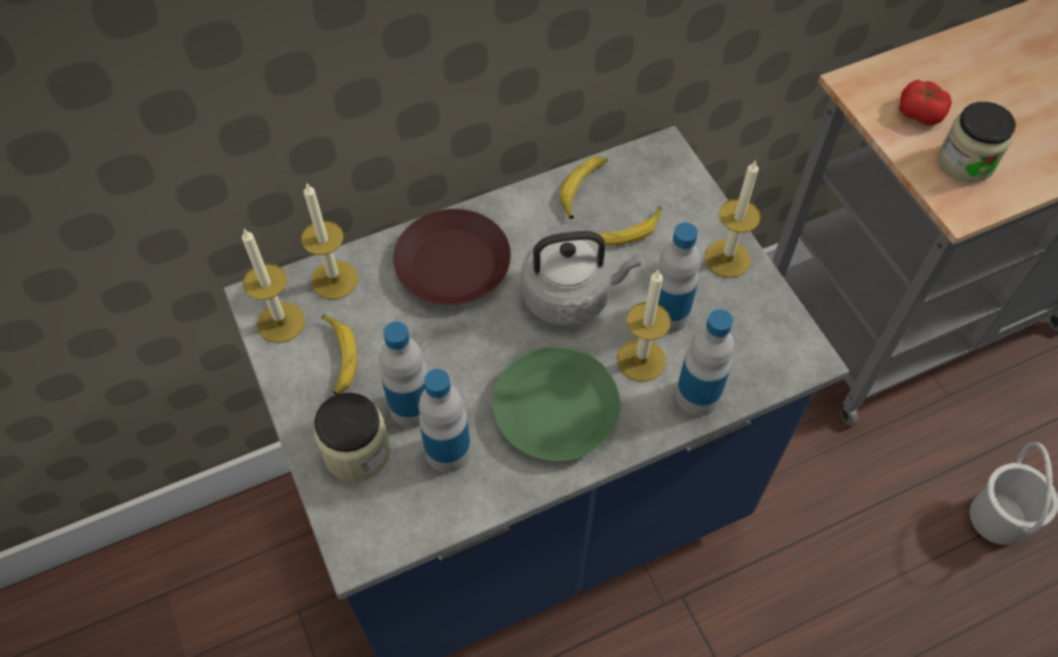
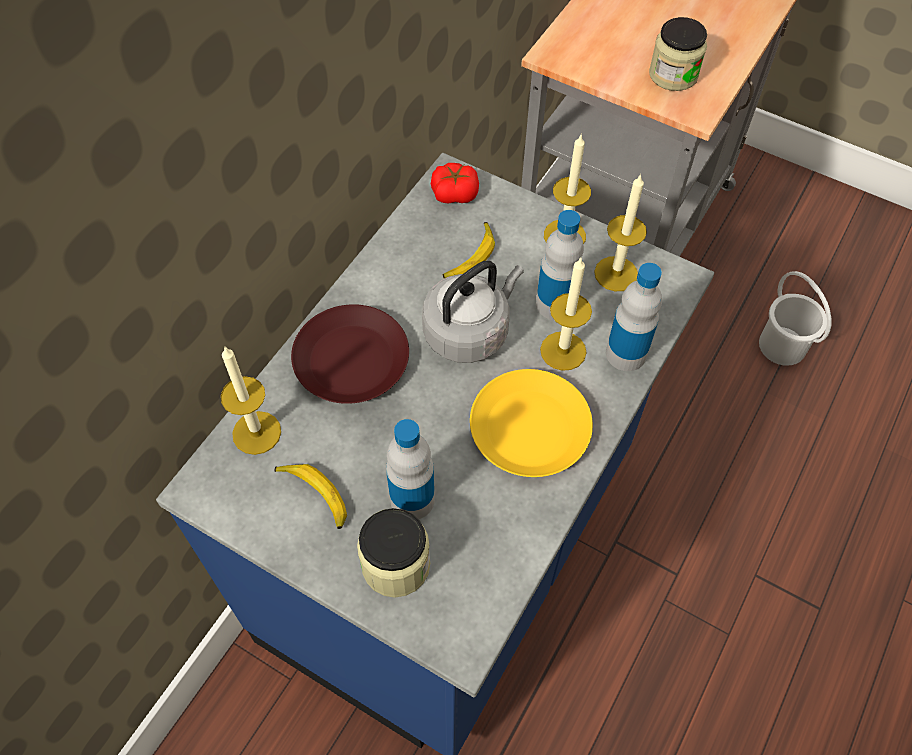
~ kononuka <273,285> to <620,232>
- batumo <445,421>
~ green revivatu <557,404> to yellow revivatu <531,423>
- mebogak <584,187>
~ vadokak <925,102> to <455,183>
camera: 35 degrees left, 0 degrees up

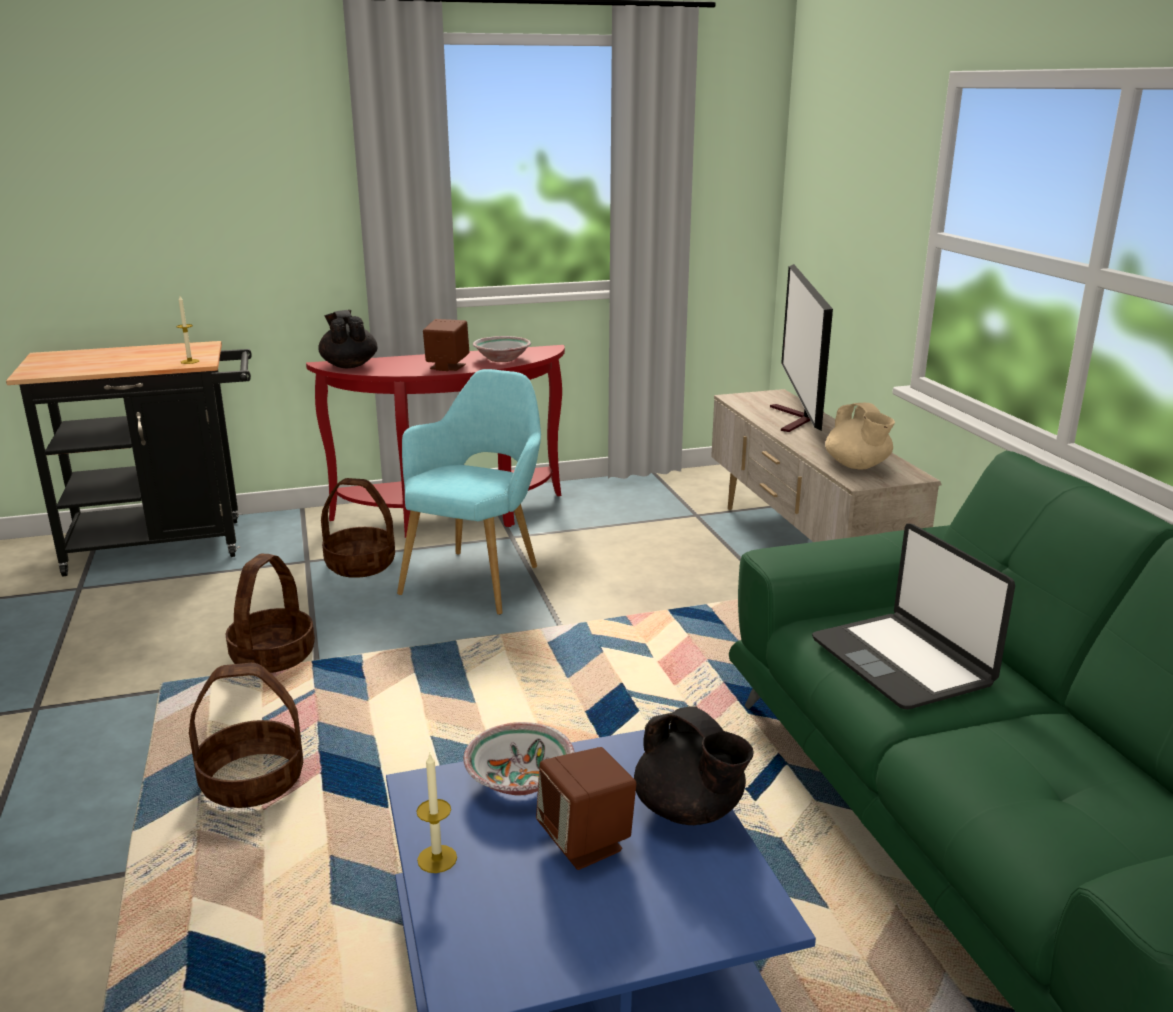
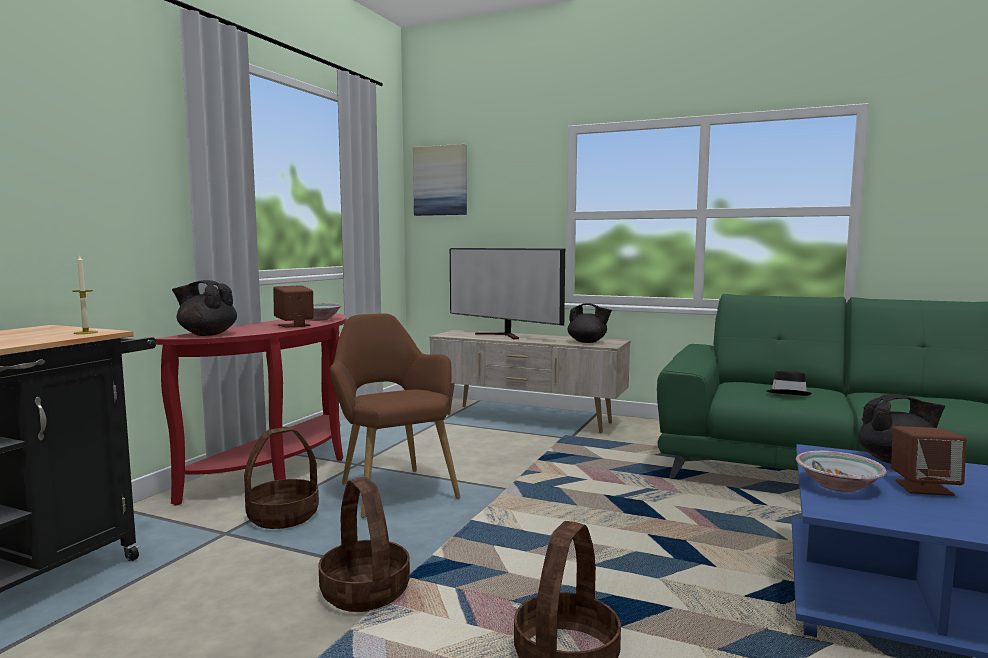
~ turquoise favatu <469,492> to brown favatu <395,415>
- kononuka <437,813>
~ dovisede <913,616> to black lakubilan <789,383>
~ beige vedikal <860,436> to black vedikal <589,323>
+ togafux <440,180>
camera: 50 degrees left, 15 degrees down

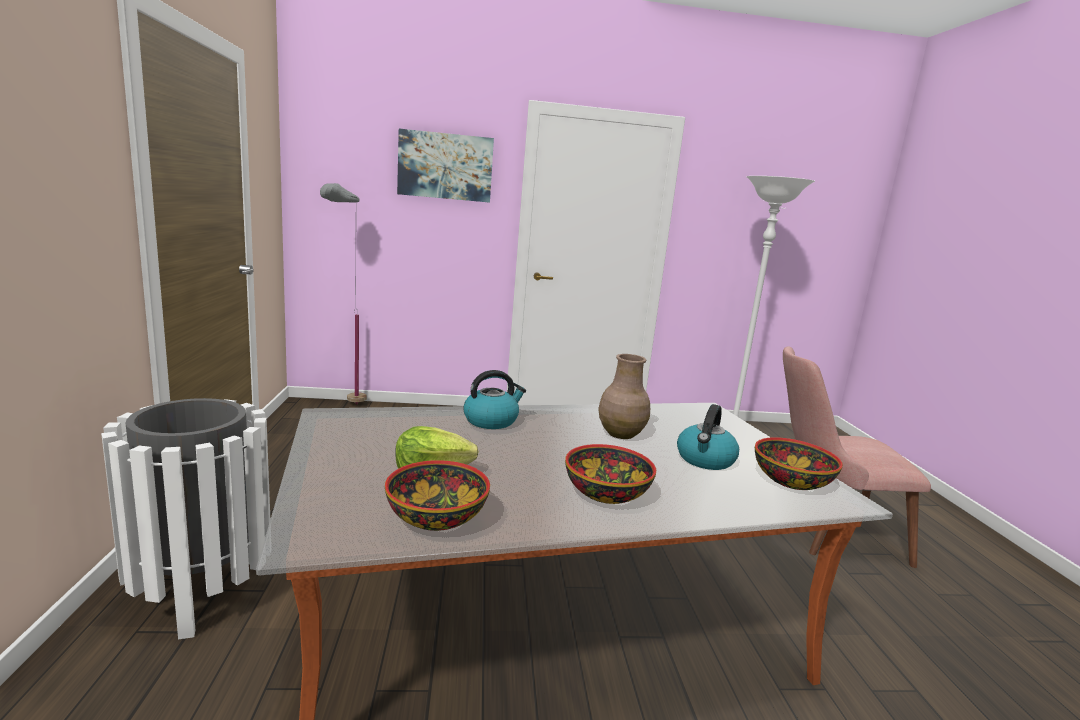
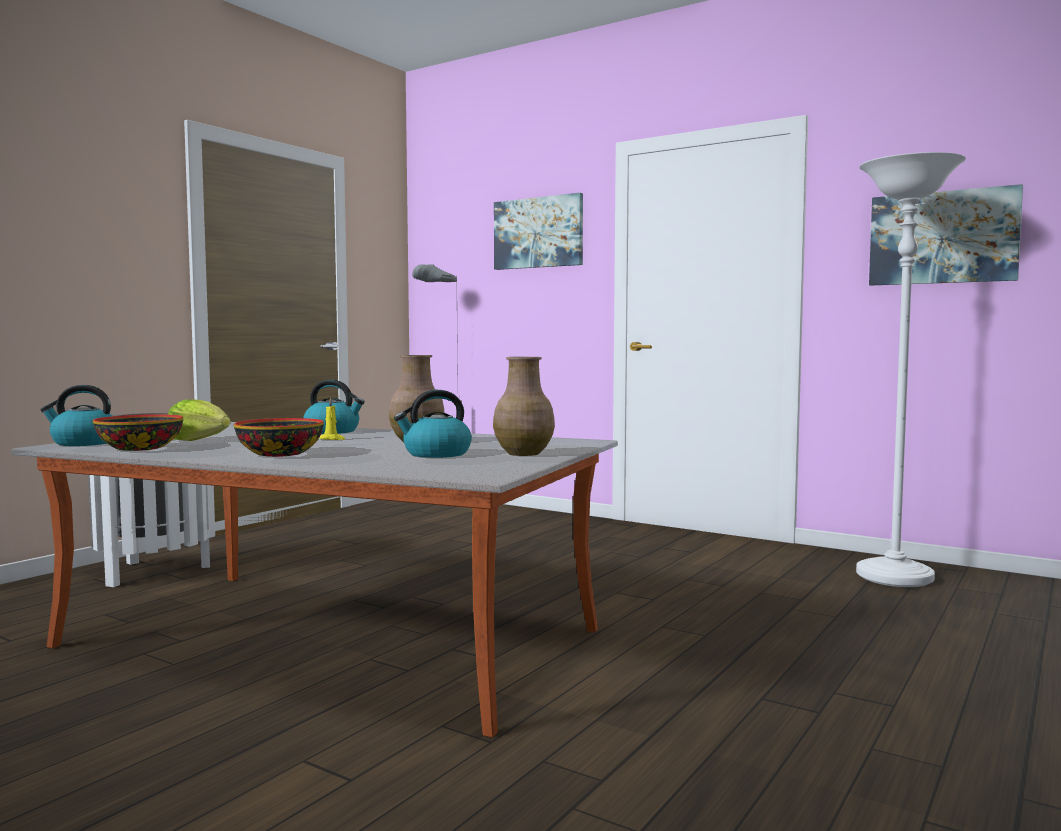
- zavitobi <799,463>
- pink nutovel <857,457>
+ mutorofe <76,415>
+ yellow kononuka <332,419>
+ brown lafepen <524,406>
+ togafux <946,234>
camera: 40 degrees right, 10 degrees down

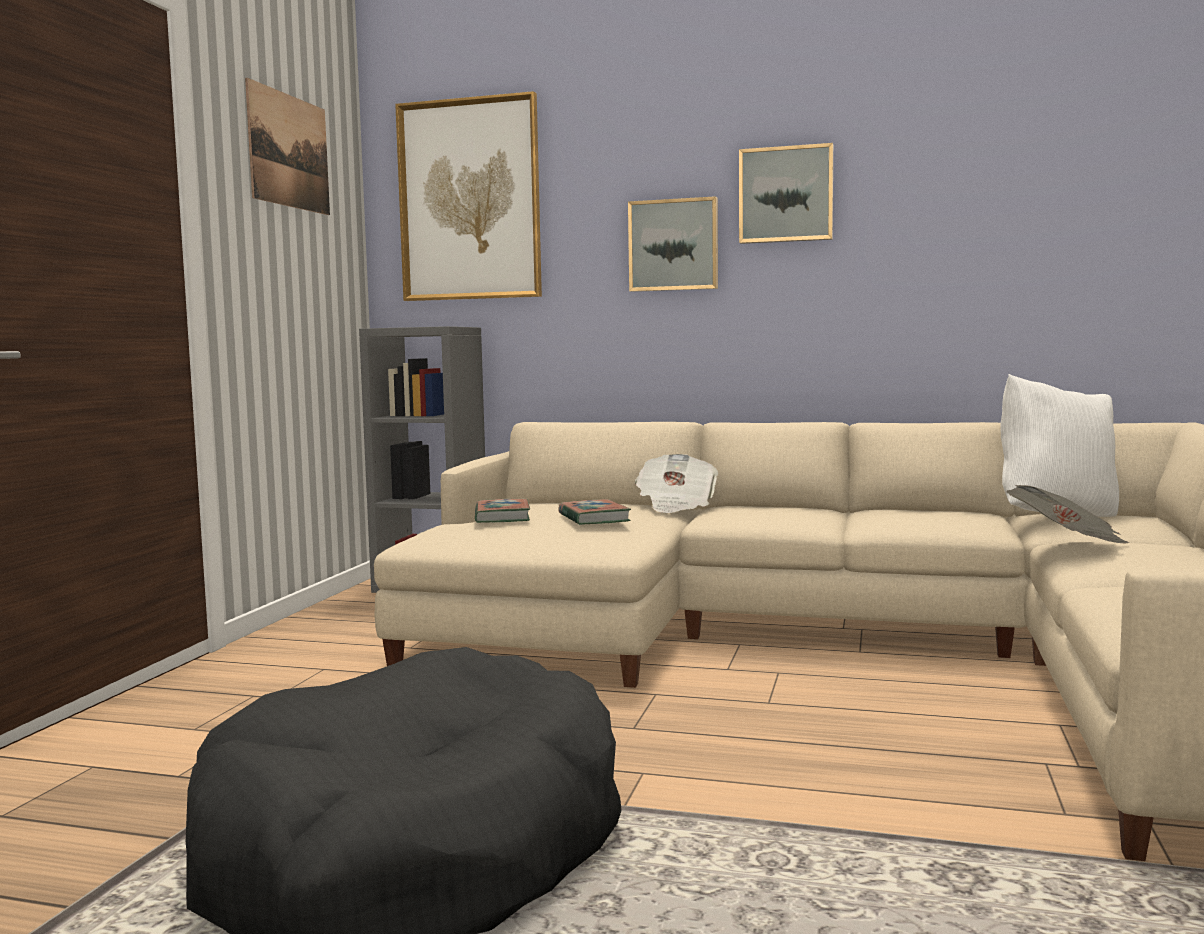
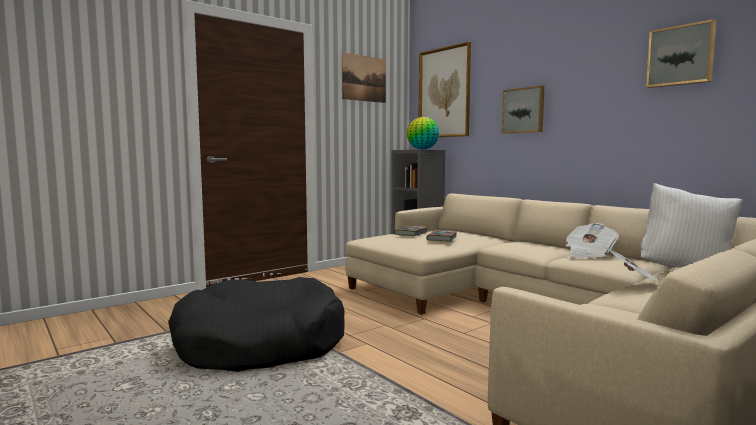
~ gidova <677,483> to <592,240>
~ togafux <786,193> to <681,53>
+ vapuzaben <423,133>
camera: 35 degrees right, 0 degrees up

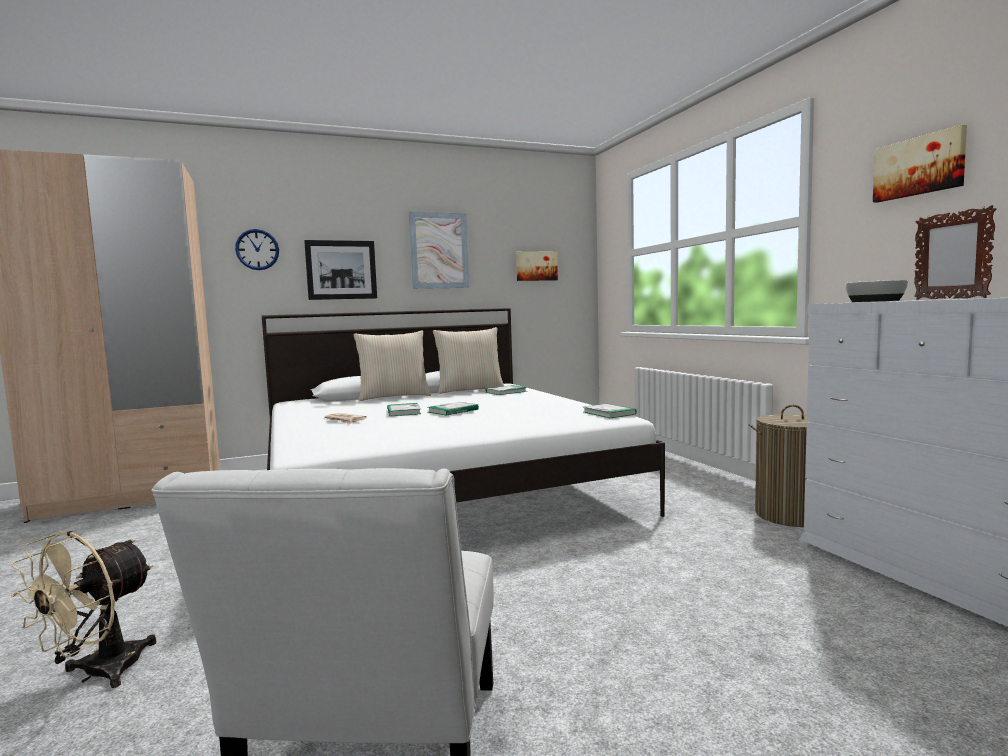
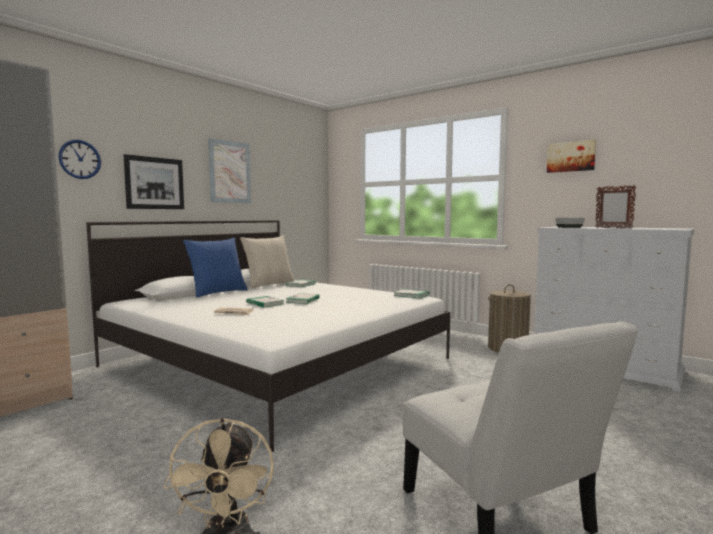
~ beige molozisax <392,366> to blue molozisax <215,267>
- togafux <537,266>
camera: 30 degrees left, 0 degrees up

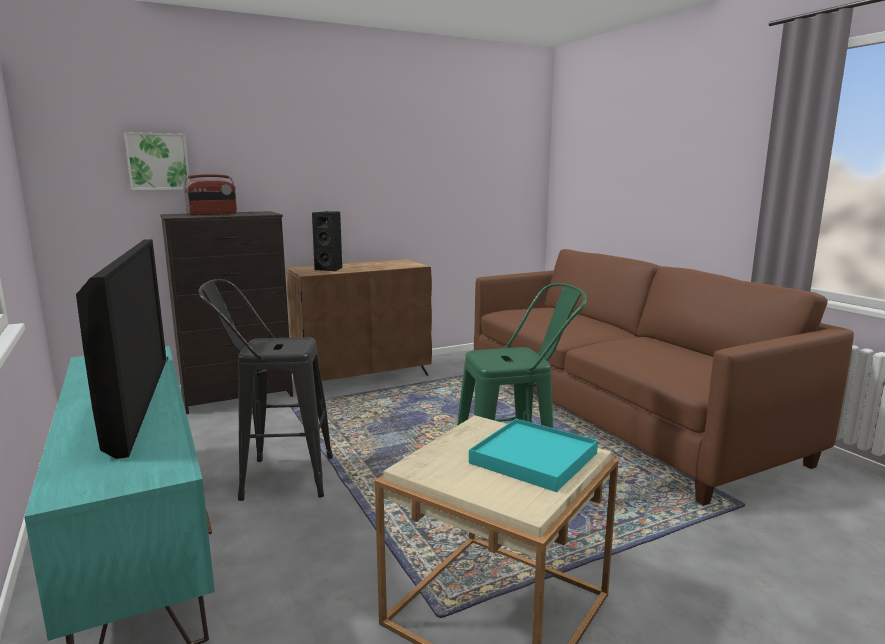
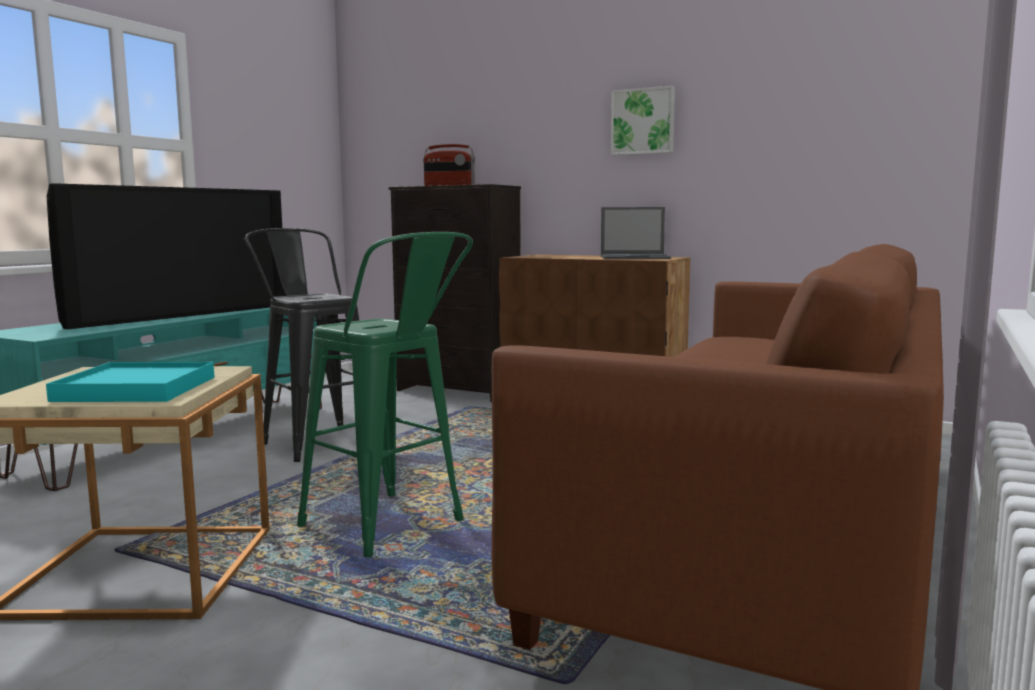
~ togafux <157,161> to <643,120>
- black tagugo <327,241>
+ dovisede <636,233>
camera: 55 degrees right, 5 degrees down

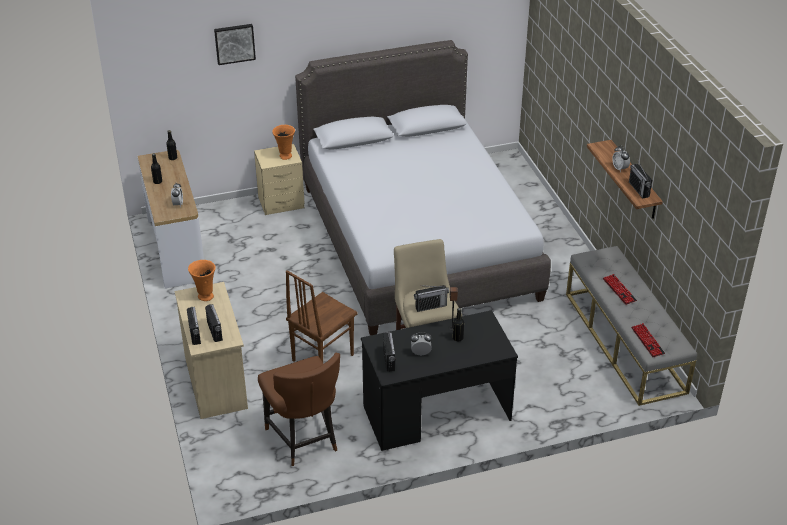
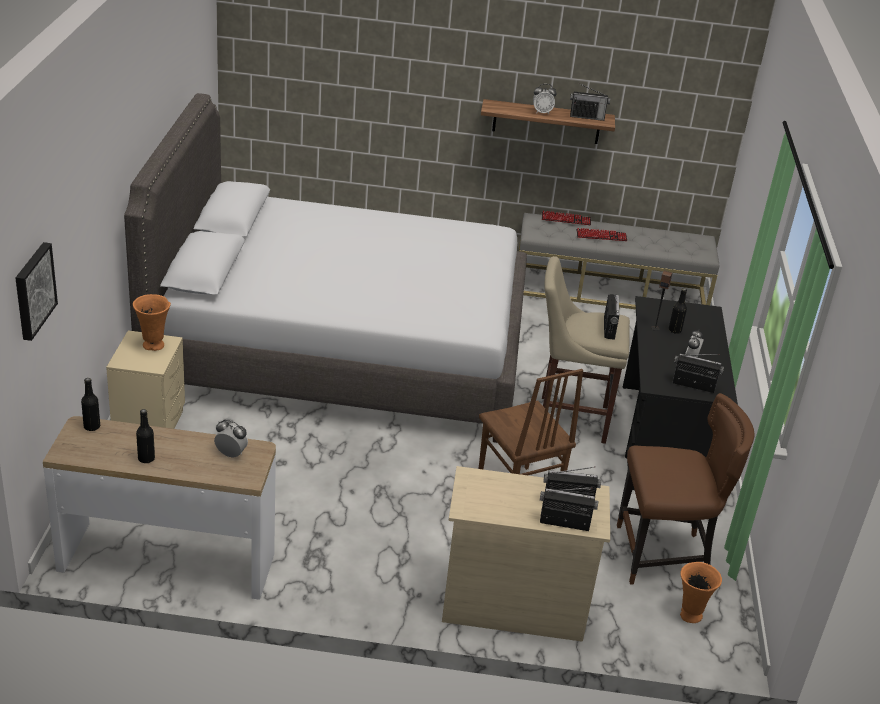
~ orange lafepen <202,280> to <701,592>
~ togafux <235,44> to <37,291>
~ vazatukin <648,340> to <566,218>
camera: 70 degrees left, 5 degrees down

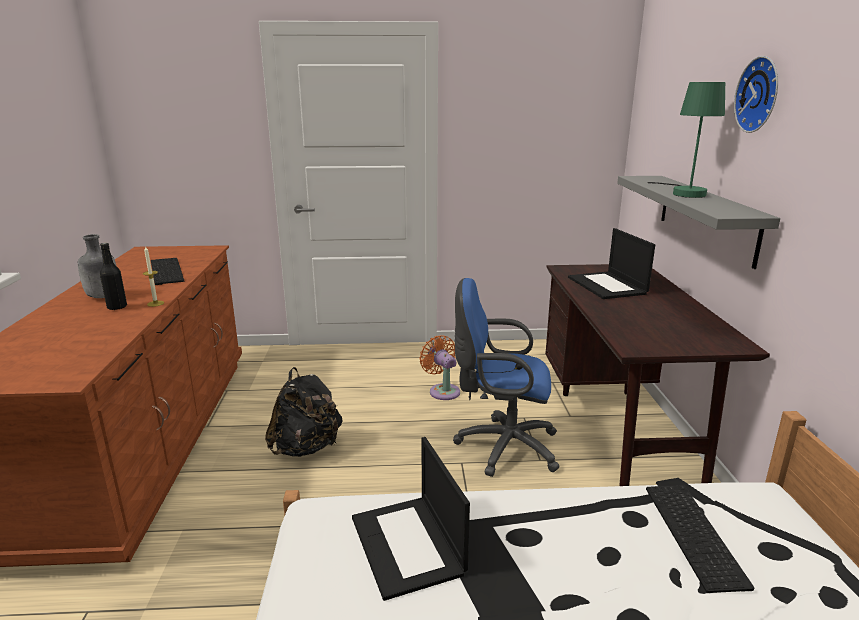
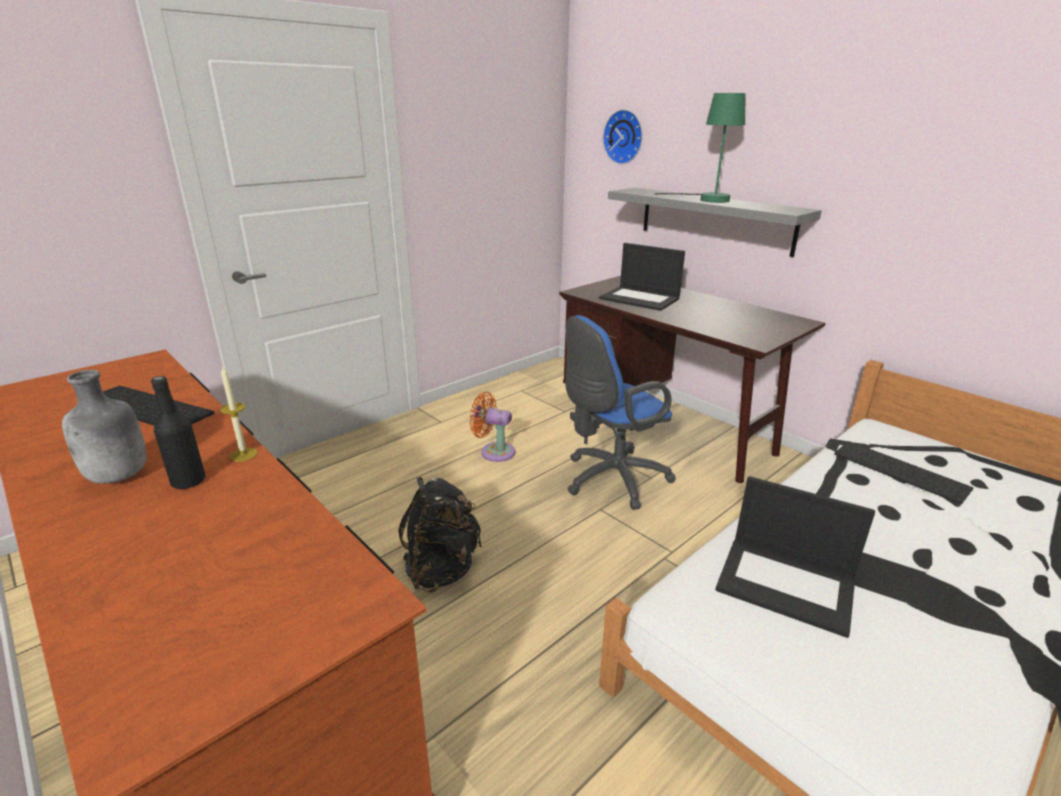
~ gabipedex <756,94> to <623,136>
camera: 40 degrees left, 5 degrees up

